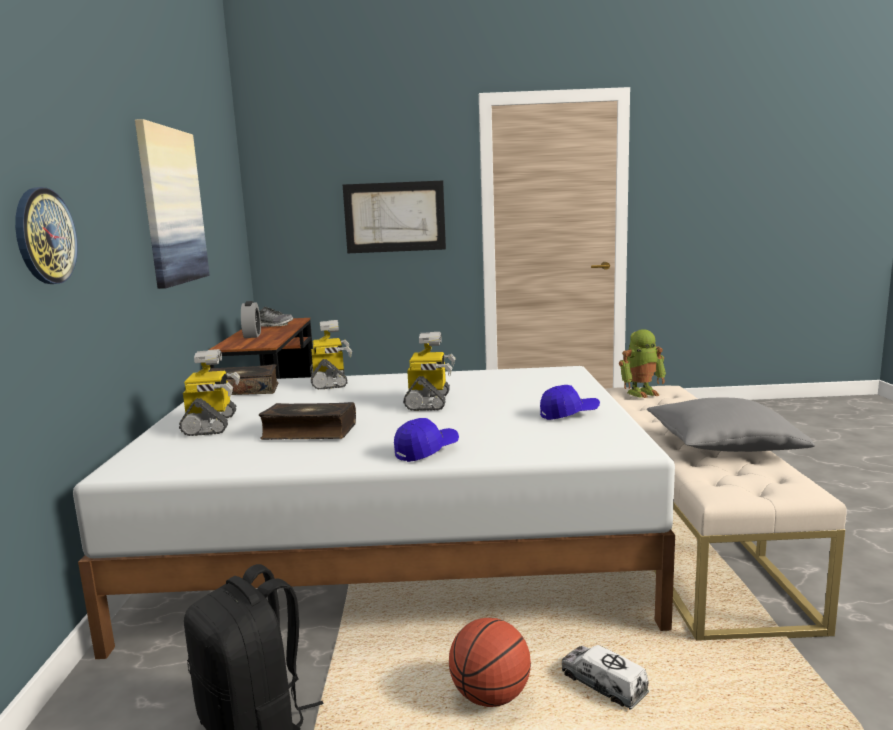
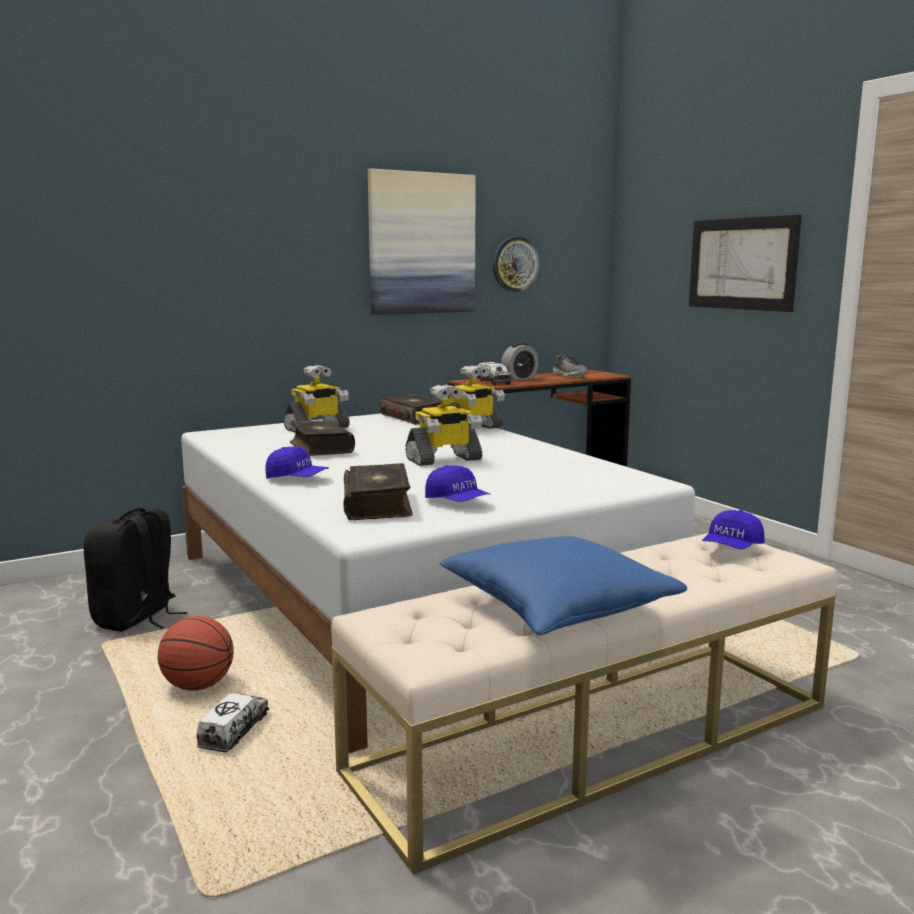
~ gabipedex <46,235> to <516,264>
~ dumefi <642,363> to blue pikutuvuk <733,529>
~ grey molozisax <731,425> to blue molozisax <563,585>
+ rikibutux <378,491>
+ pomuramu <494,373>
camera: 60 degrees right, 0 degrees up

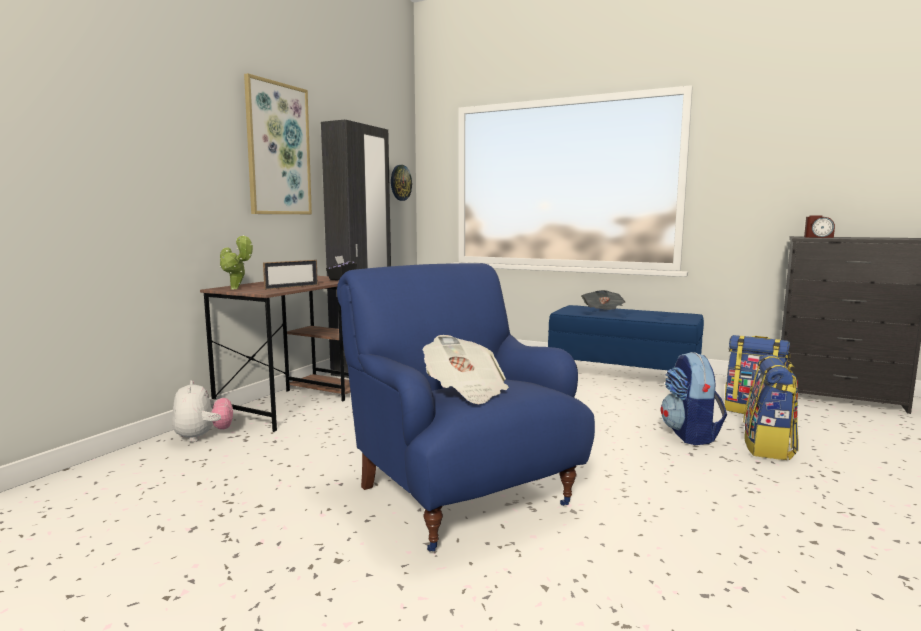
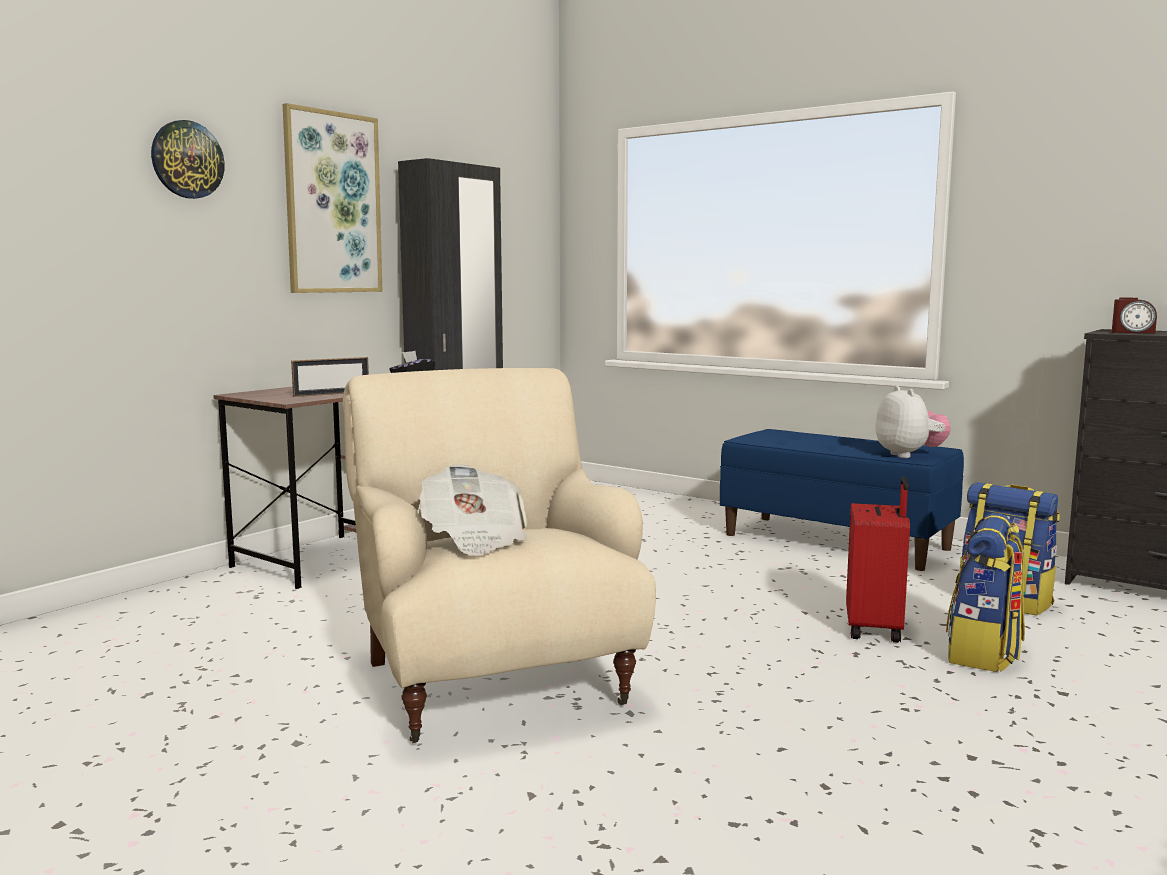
~ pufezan <202,411> to <912,422>
- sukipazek <236,262>
~ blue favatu <466,407> to beige favatu <499,555>
~ gabipedex <401,183> to <188,159>
- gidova <603,300>
~ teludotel <694,398> to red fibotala <878,559>
camera: 10 degrees right, 0 degrees up

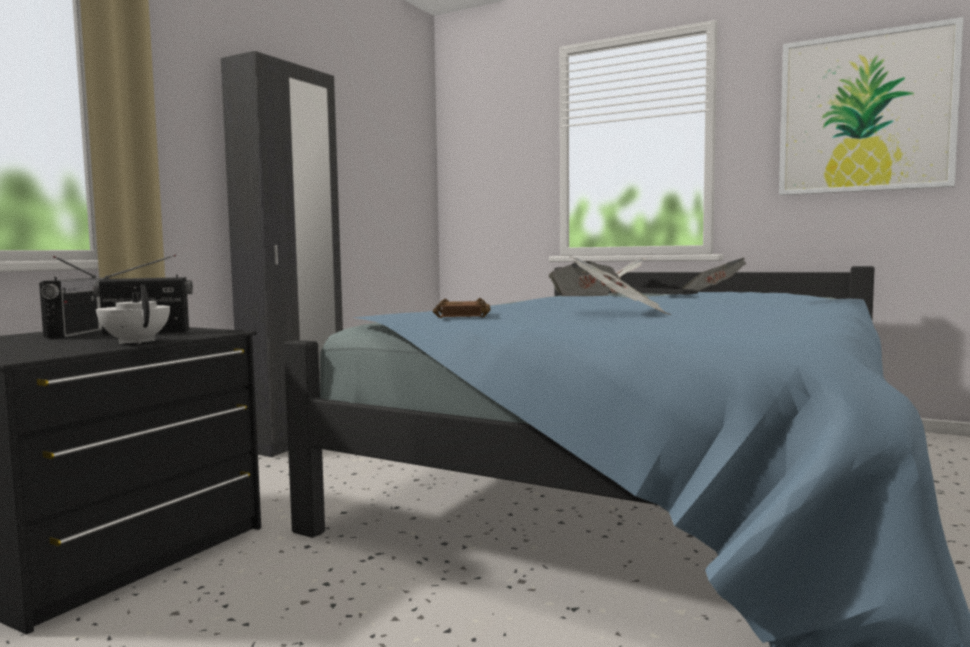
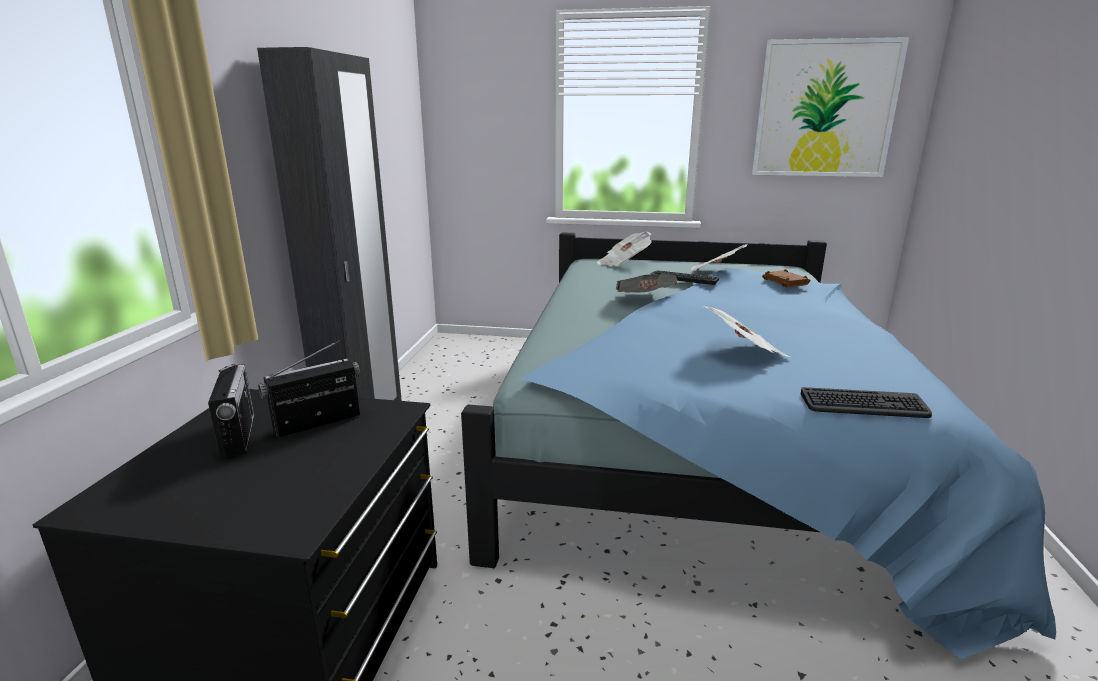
- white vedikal <133,314>
~ brown rikibutux <461,308> to <786,278>
+ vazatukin <866,402>
camera: 20 degrees left, 15 degrees up

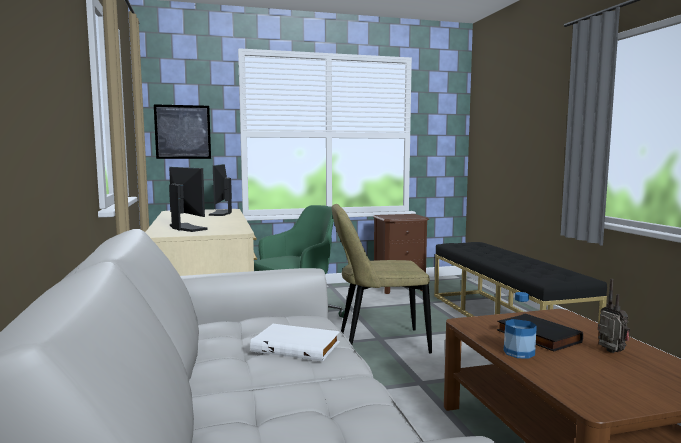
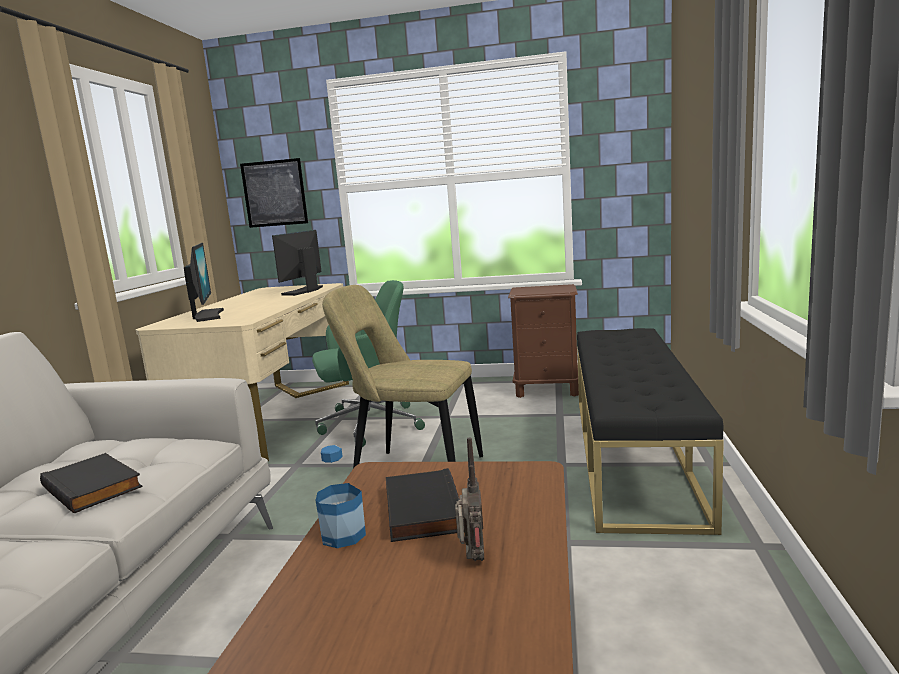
~ white rikibutux <295,342> to black rikibutux <91,483>
camera: 25 degrees right, 5 degrees up

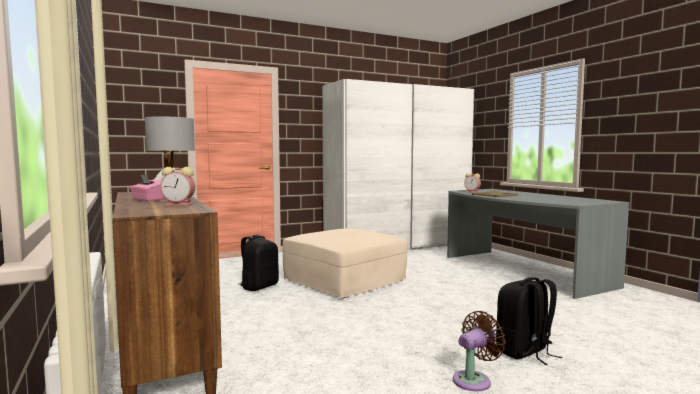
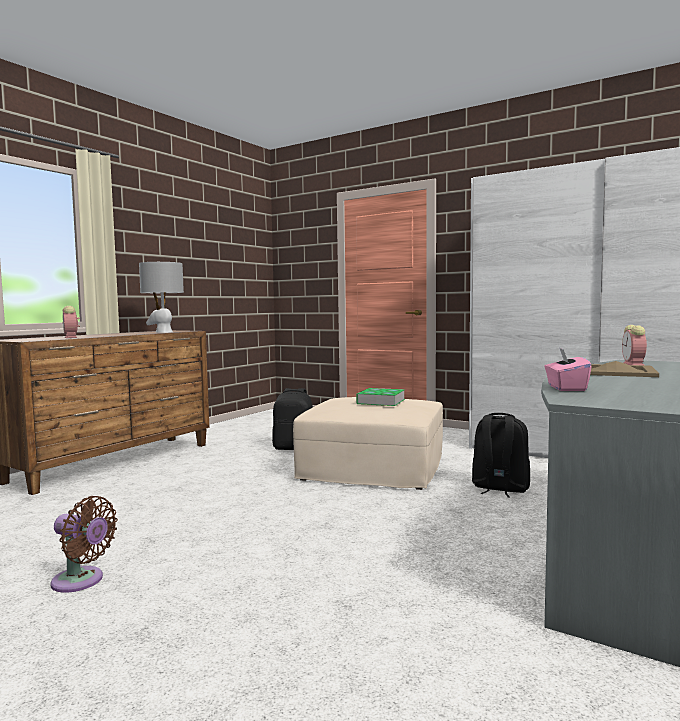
~ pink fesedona <147,188> to <568,369>
~ black teludotel <529,321> to <501,455>
+ rikibutux <380,397>
camera: 60 degrees right, 0 degrees up

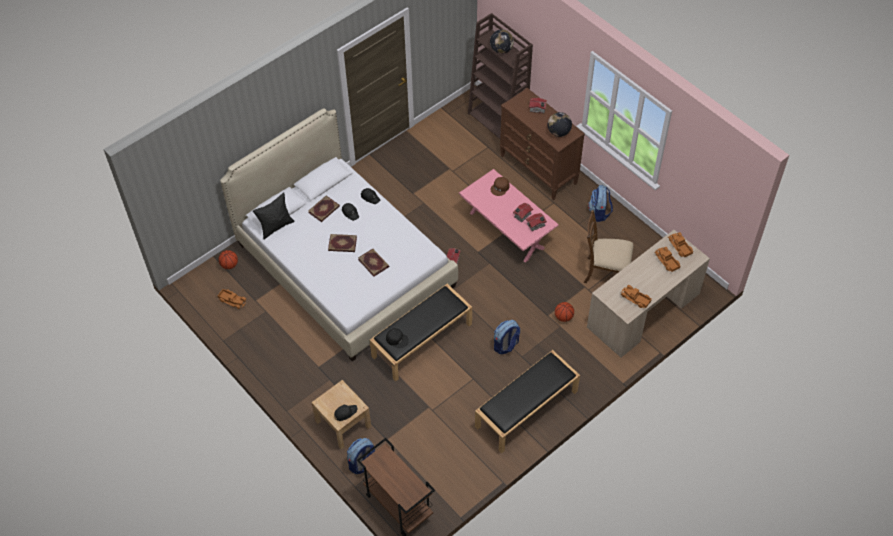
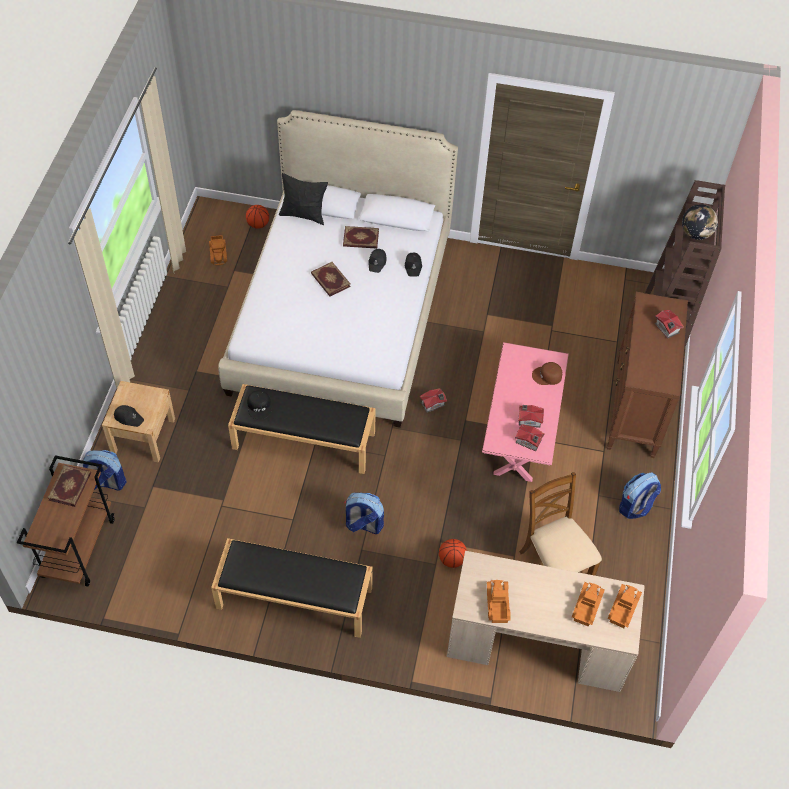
~ rikibutux <373,263> to <69,486>
- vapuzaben <560,124>
camera: 50 degrees right, 0 degrees up

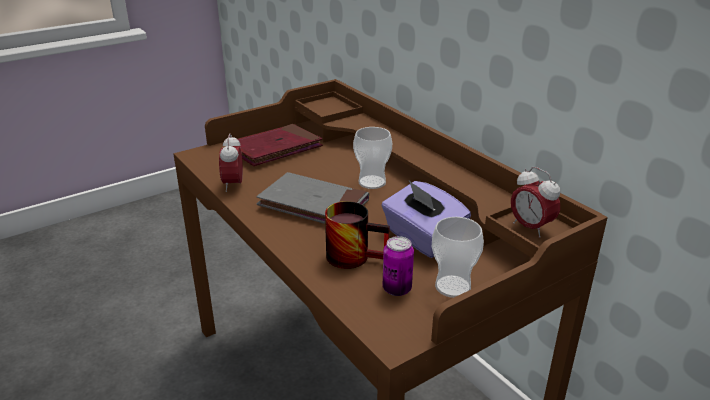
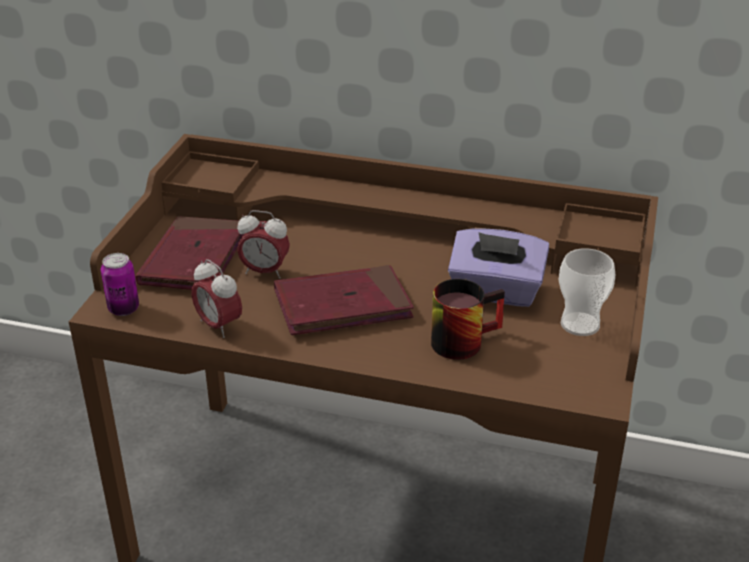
~ grey rikibutux <312,198> to red rikibutux <344,300>
- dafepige <372,158>
~ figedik <398,266> to <120,284>
~ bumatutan <535,202> to <263,244>
camera: 40 degrees left, 5 degrees up

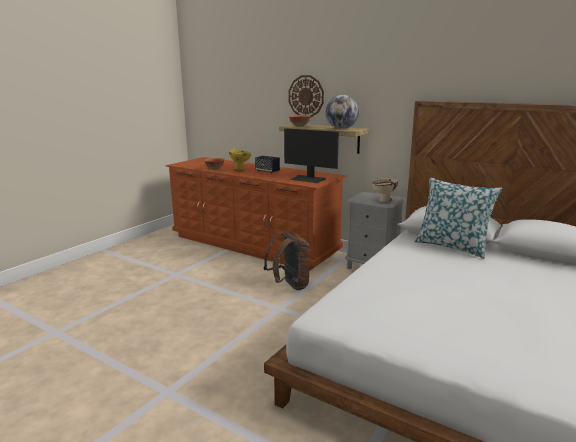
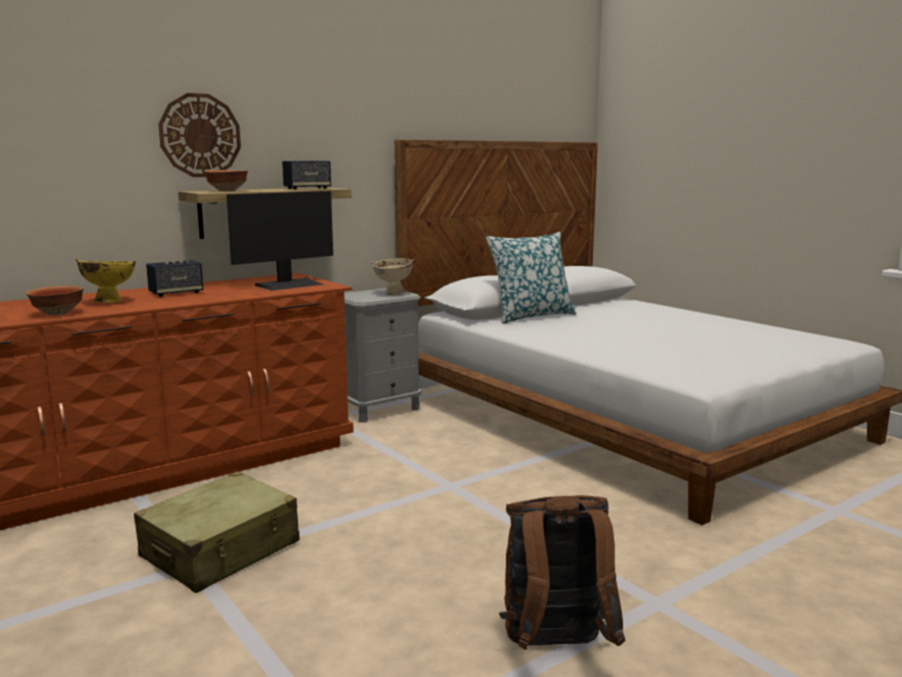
~ brown teludotel <287,260> to <562,572>
~ vapuzaben <342,112> to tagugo <306,174>
+ beige fibotala <217,532>
camera: 70 degrees left, 5 degrees down

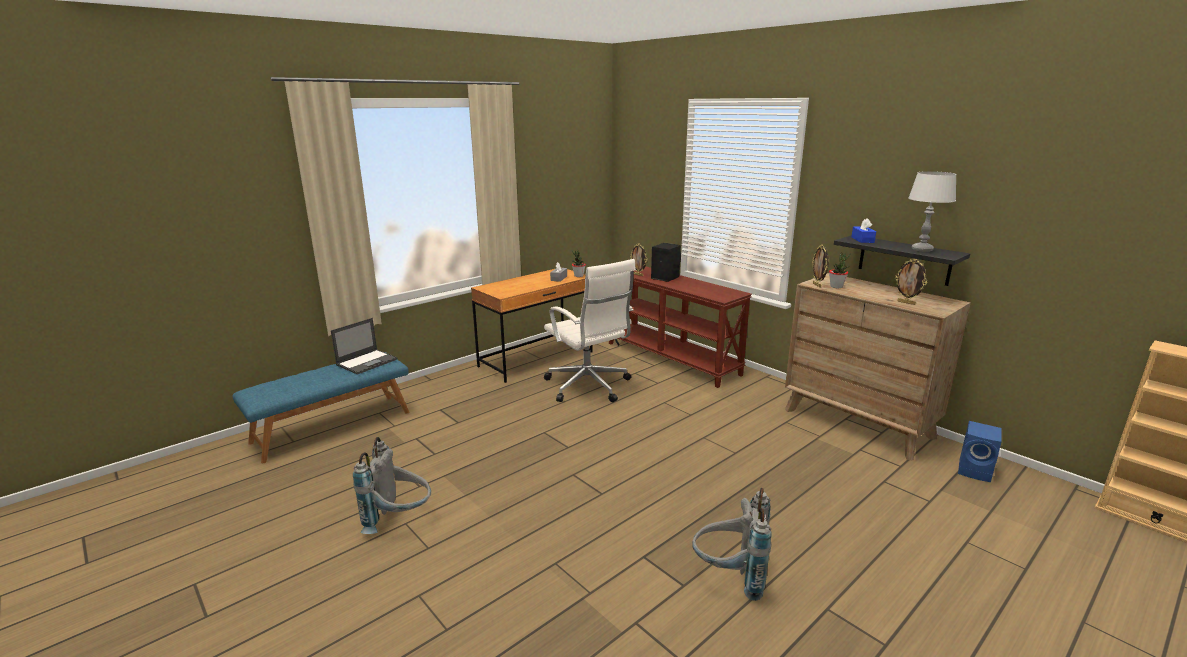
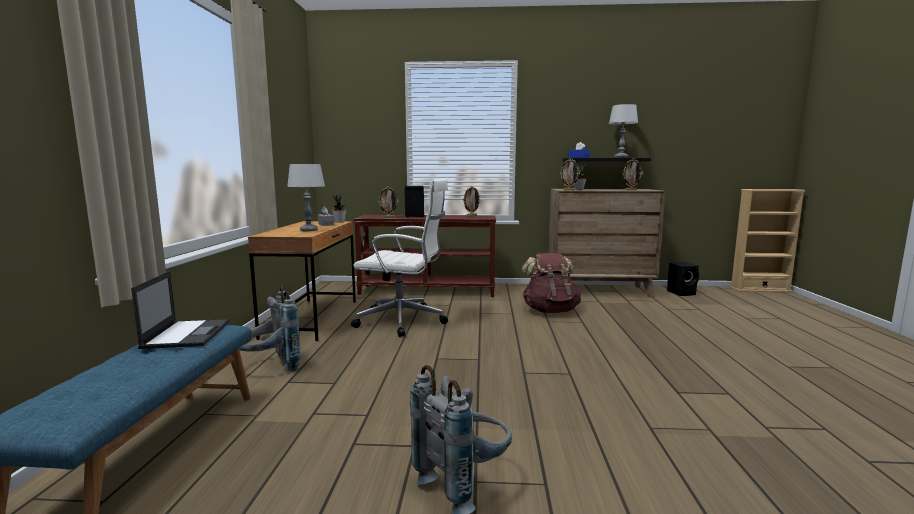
~ grey teludotel <732,544> to <270,328>
~ blue tagugo <980,451> to black tagugo <683,279>
+ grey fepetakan <306,197>
+ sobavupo <472,201>
+ brown teludotel <551,283>
camera: 45 degrees left, 10 degrees down

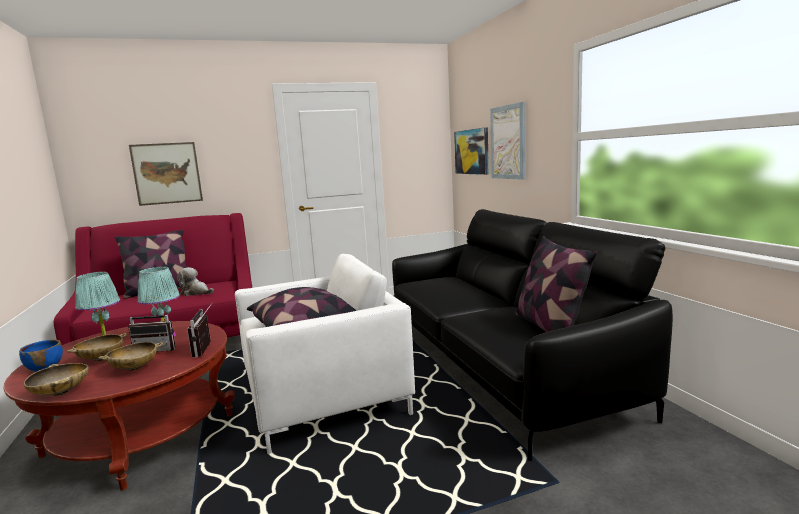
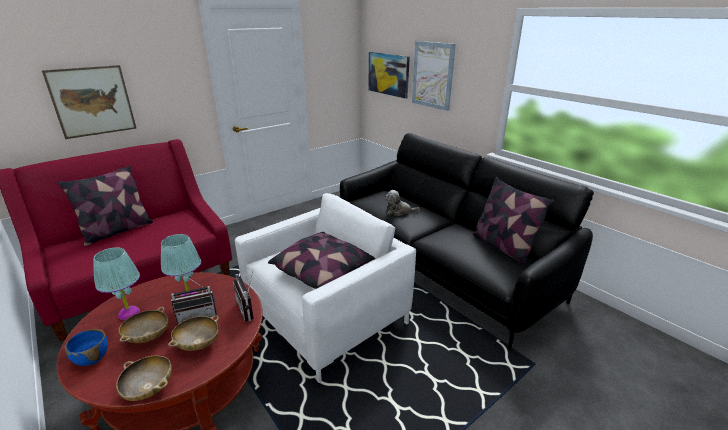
~ pufezan <195,281> to <402,203>
camera: 20 degrees left, 15 degrees up

